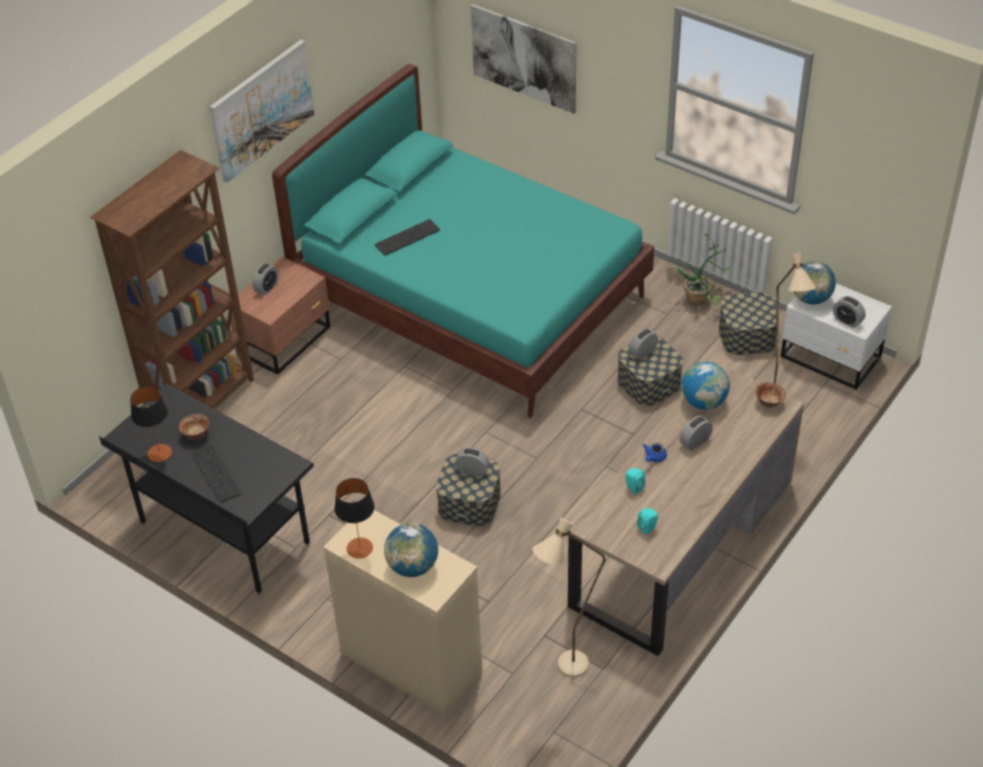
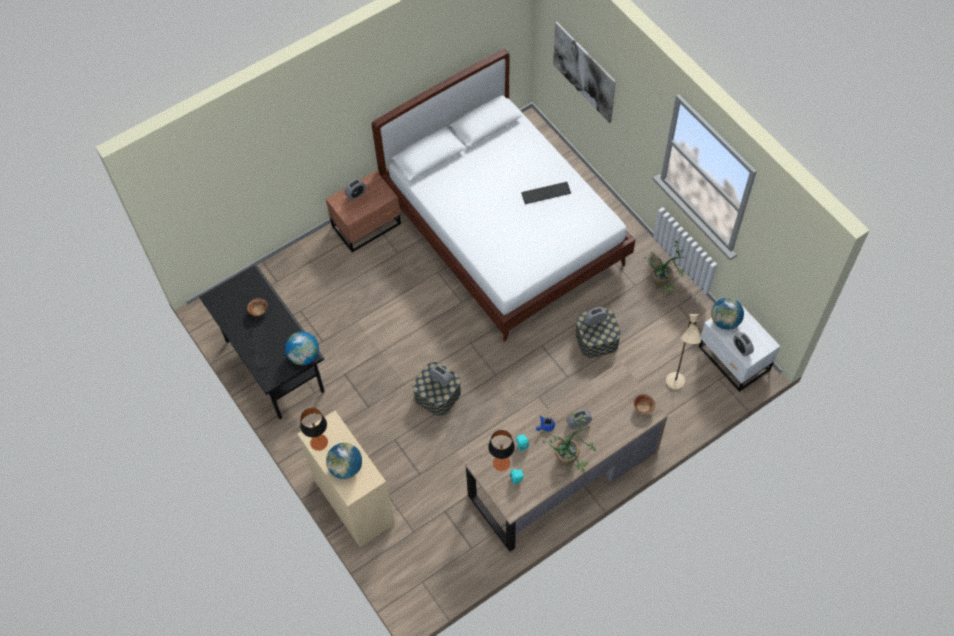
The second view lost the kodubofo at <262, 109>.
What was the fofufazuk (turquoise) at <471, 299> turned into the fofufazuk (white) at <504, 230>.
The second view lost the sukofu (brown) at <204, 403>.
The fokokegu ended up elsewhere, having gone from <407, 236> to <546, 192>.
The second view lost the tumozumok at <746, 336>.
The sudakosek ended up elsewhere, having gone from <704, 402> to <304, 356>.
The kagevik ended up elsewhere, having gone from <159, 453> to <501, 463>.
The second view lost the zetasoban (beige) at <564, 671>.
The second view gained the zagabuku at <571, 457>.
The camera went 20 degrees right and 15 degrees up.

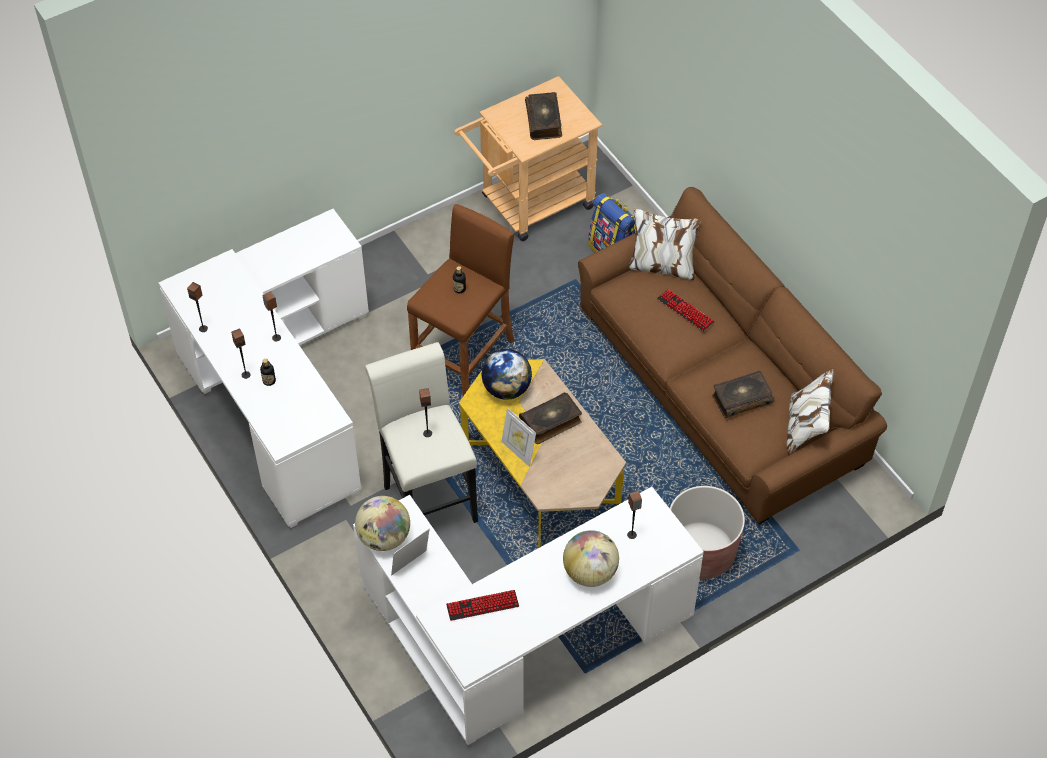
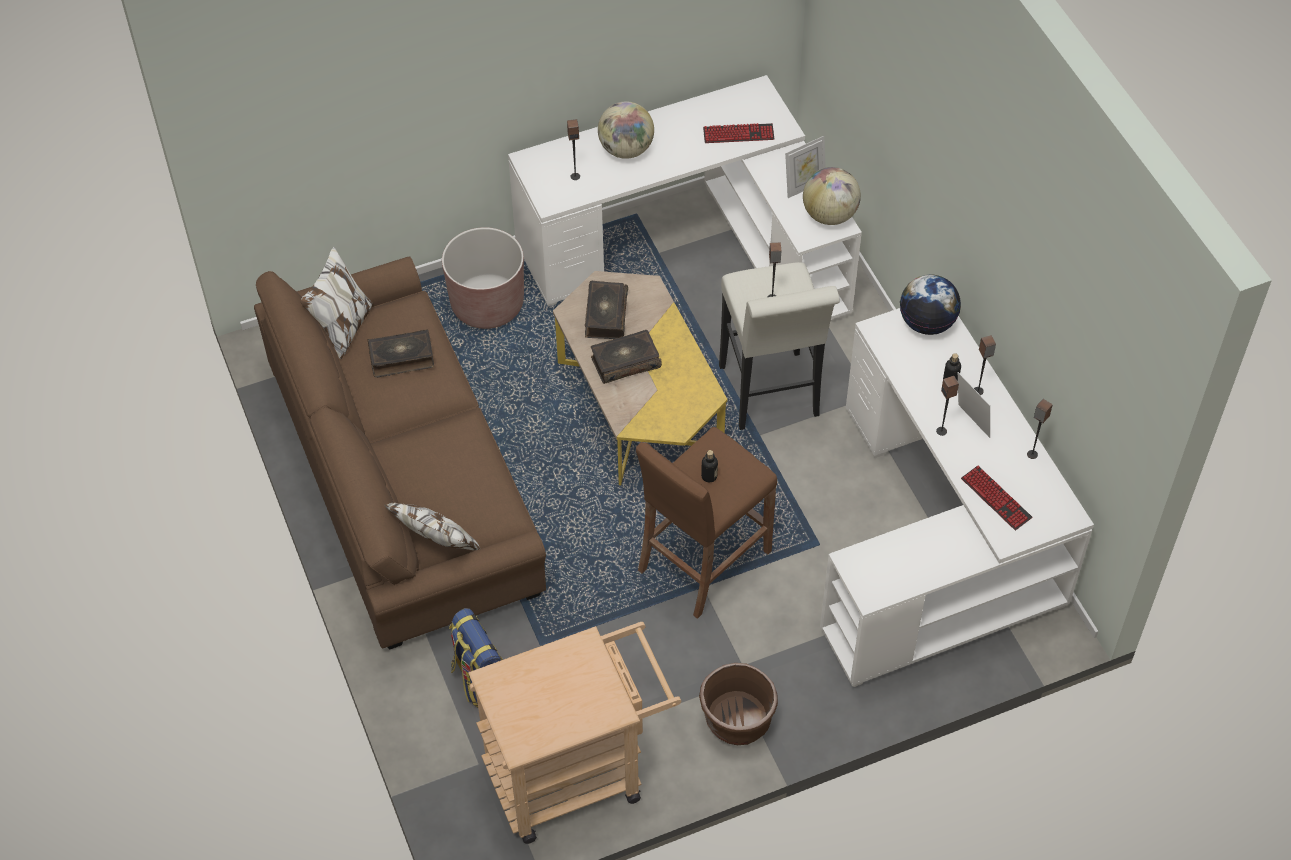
The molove ended up elsewhere, having gone from <544, 121> to <605, 315>.
The fokokegu ended up elsewhere, having gone from <685, 311> to <996, 498>.
The sudakosek ended up elsewhere, having gone from <506, 389> to <927, 323>.
The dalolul ended up elsewhere, having gone from <518, 451> to <970, 423>.
The second view gained the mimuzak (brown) at <737, 720>.
The camera went 170 degrees left and 0 degrees up.

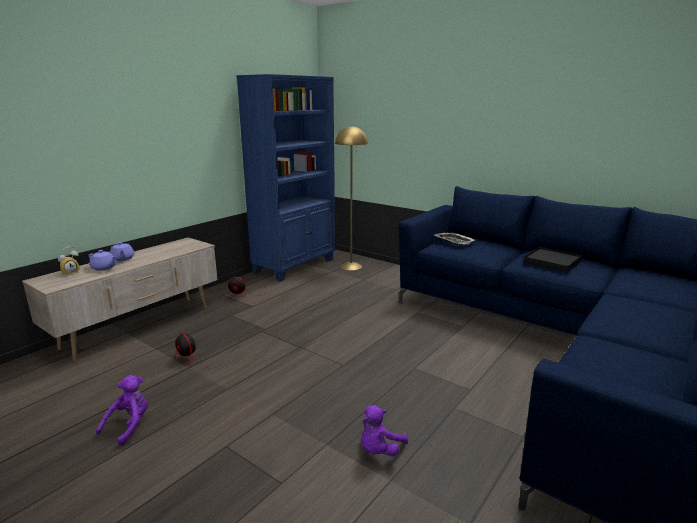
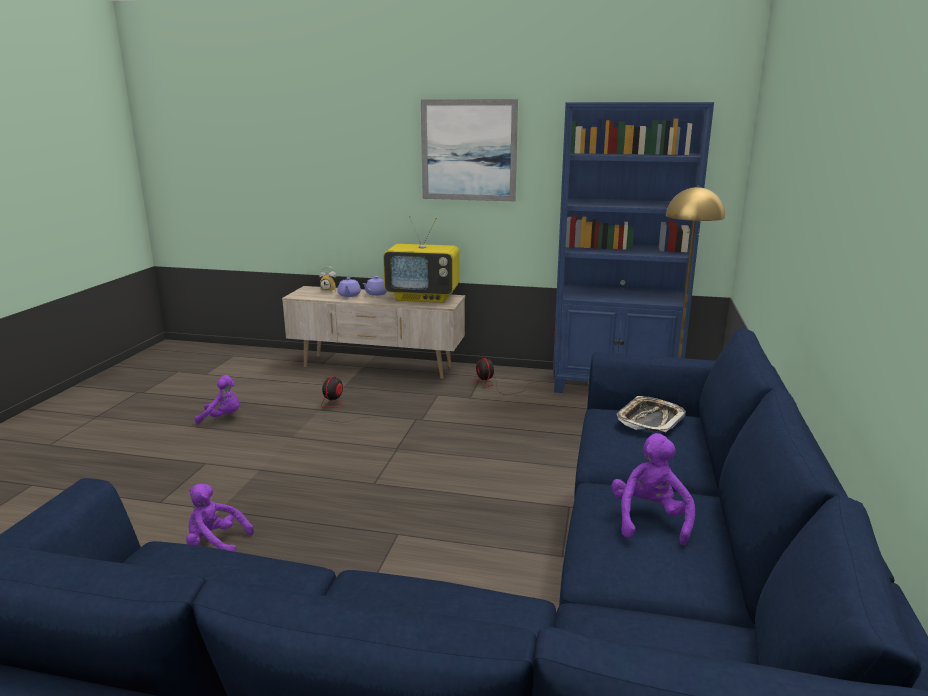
Where the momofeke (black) stood at <552, 262>, the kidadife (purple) came to stand at <649, 520>.
The second view gained the kodubofo at <468, 150>.
The second view gained the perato at <424, 297>.
The camera went 65 degrees right and 0 degrees up.

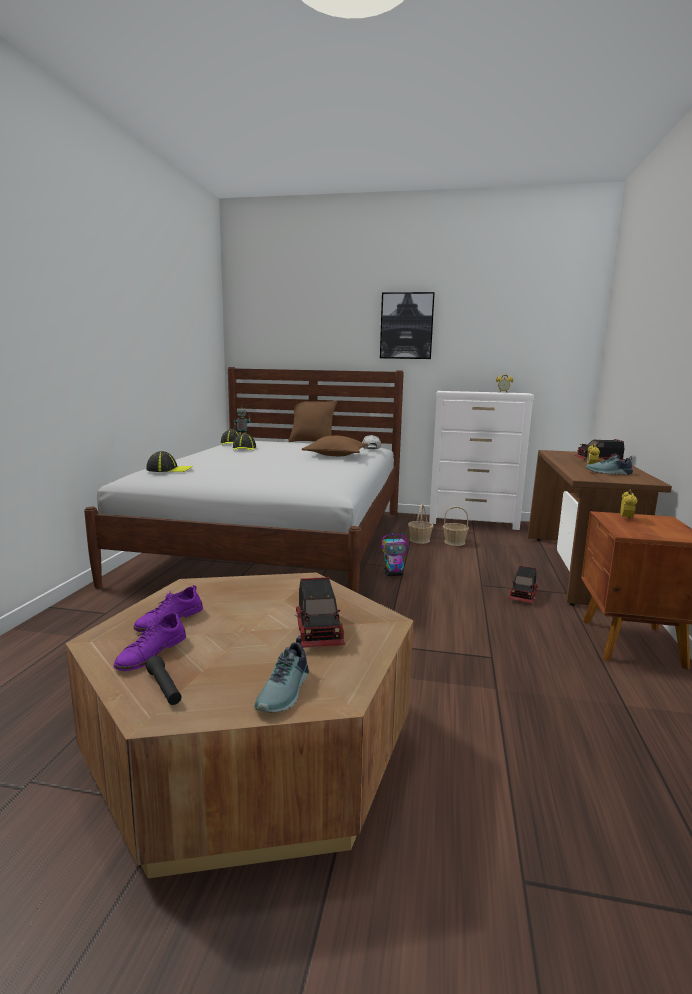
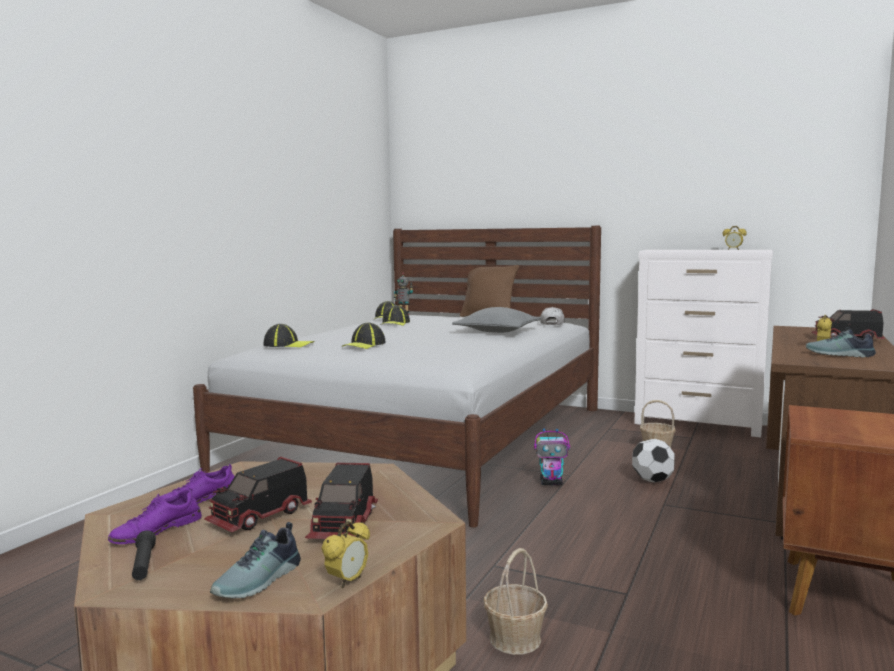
The second view lost the kodubofo at <406, 326>.
What was the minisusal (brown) at <335, 455> turned into the minisusal (grey) at <497, 331>.
The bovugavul ended up elsewhere, having gone from <626, 519> to <347, 581>.
The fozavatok ended up elsewhere, having gone from <419, 540> to <514, 639>.
The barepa ended up elsewhere, having gone from <523, 595> to <260, 517>.
The second view gained the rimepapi at <364, 345>.
The second view gained the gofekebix at <652, 480>.
The camera went 15 degrees right and 5 degrees down.

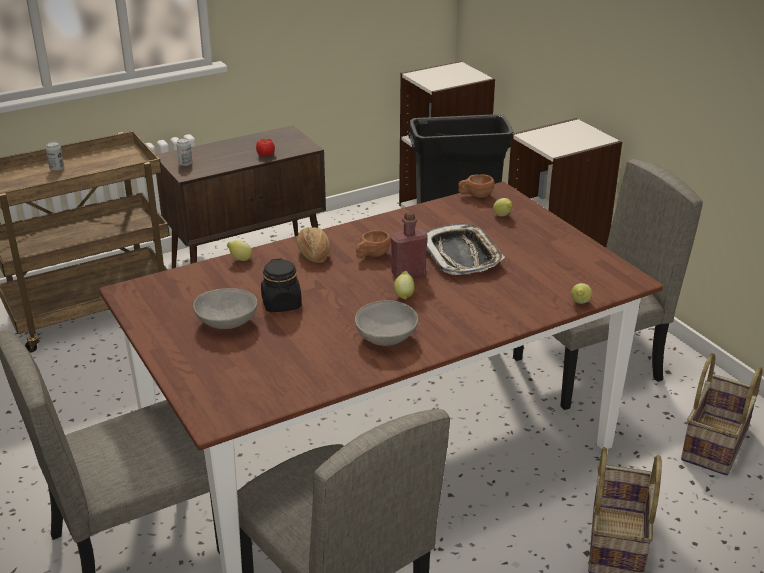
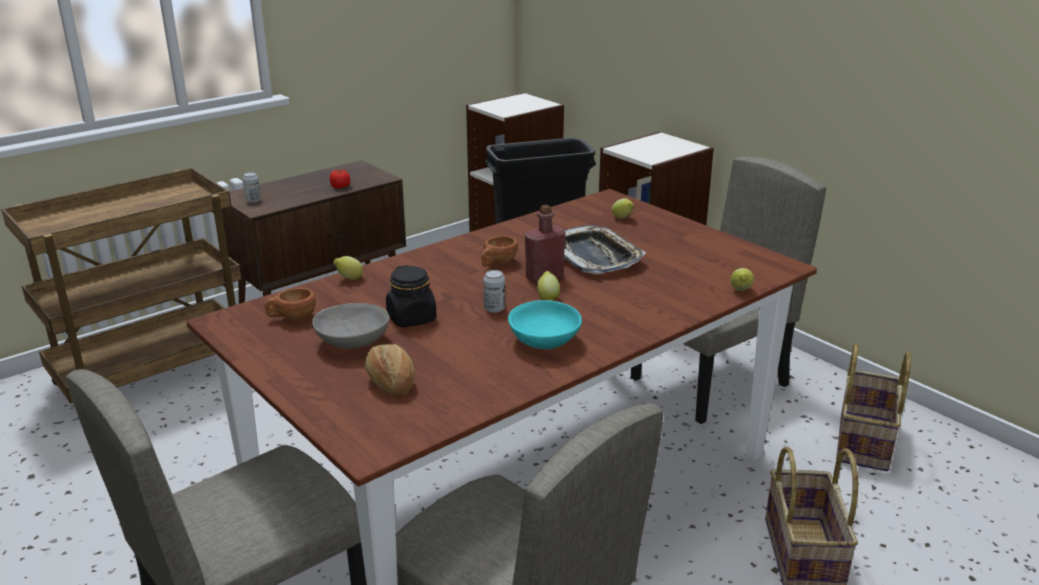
The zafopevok ended up elsewhere, having gone from <57, 168> to <494, 309>.
The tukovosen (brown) ended up elsewhere, having gone from <475, 195> to <291, 318>.
The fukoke ended up elsewhere, having gone from <313, 254> to <390, 382>.
What was the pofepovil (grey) at <387, 337> turned into the pofepovil (turquoise) at <545, 341>.
The camera went 10 degrees left and 5 degrees down.

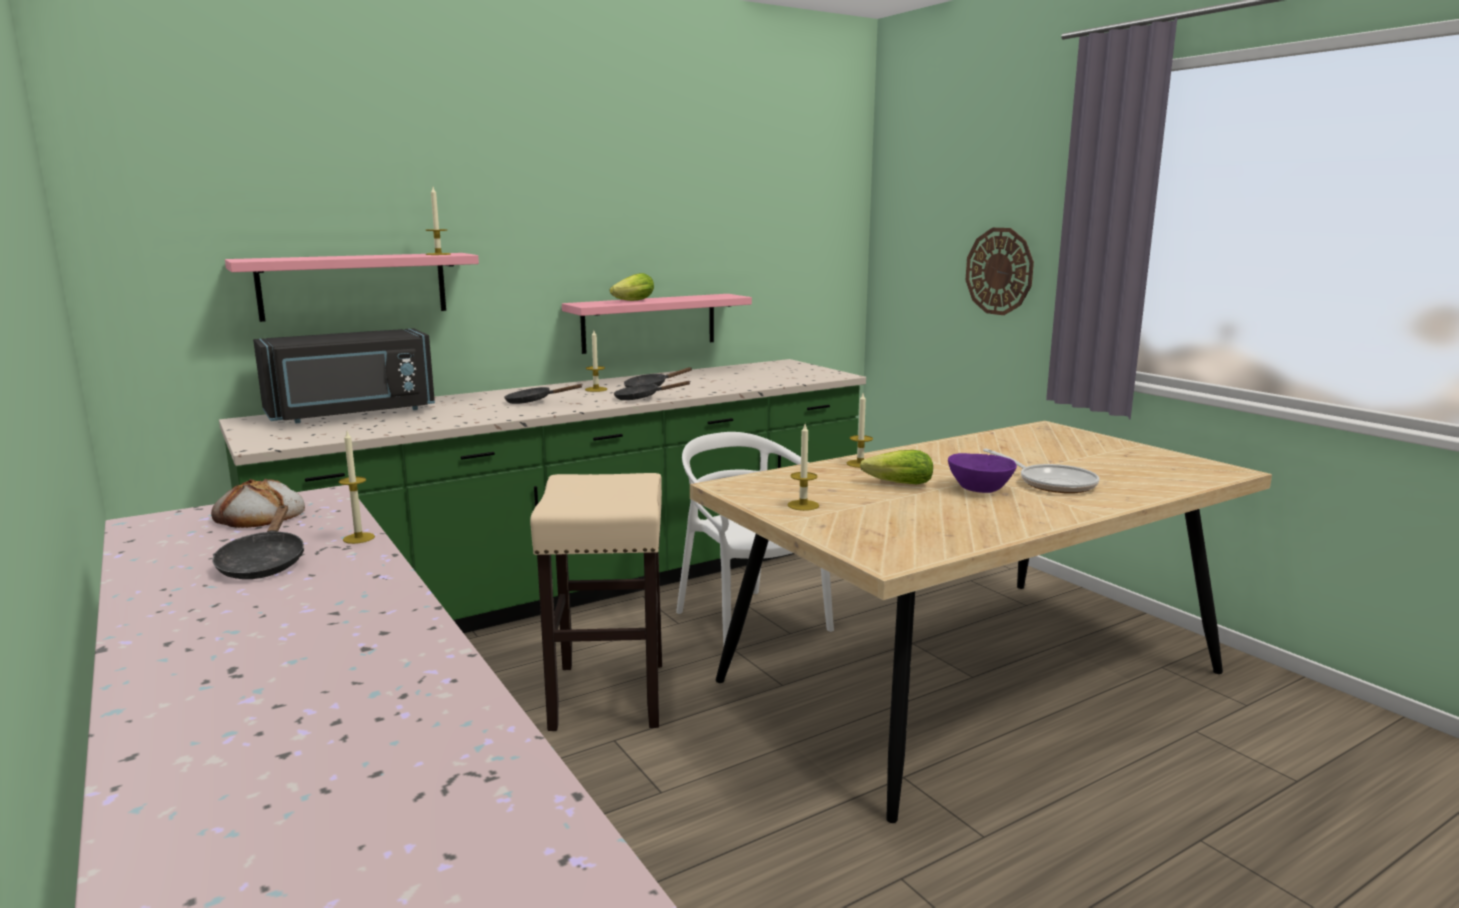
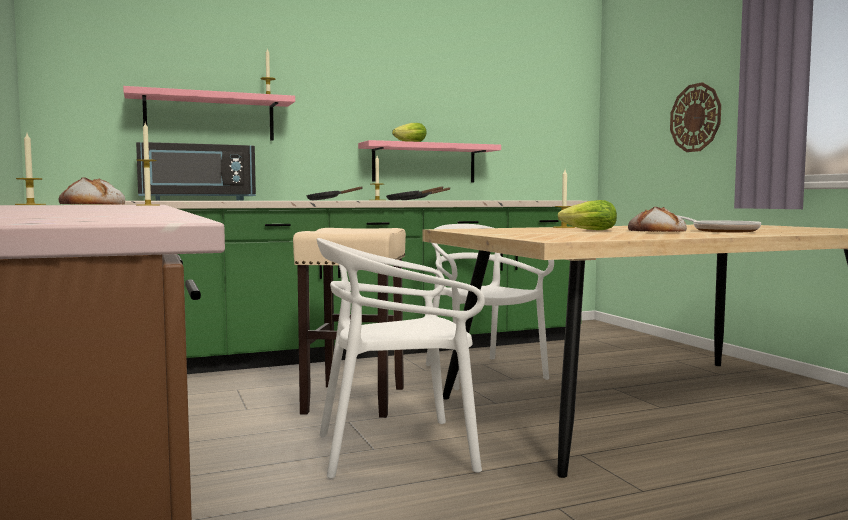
The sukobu ended up elsewhere, having gone from <803, 505> to <30, 204>.
Where the pofepovil (purple) stood at <980, 489>, the fukoke came to stand at <657, 231>.
The second view lost the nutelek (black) at <264, 563>.
The second view gained the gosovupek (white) at <397, 450>.
The camera went 10 degrees right and 10 degrees down.

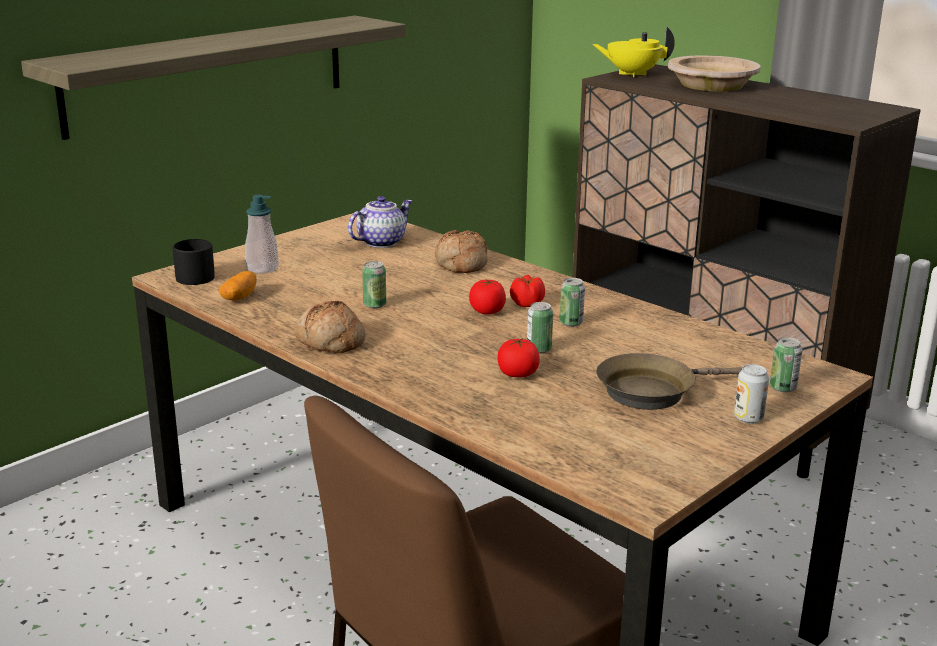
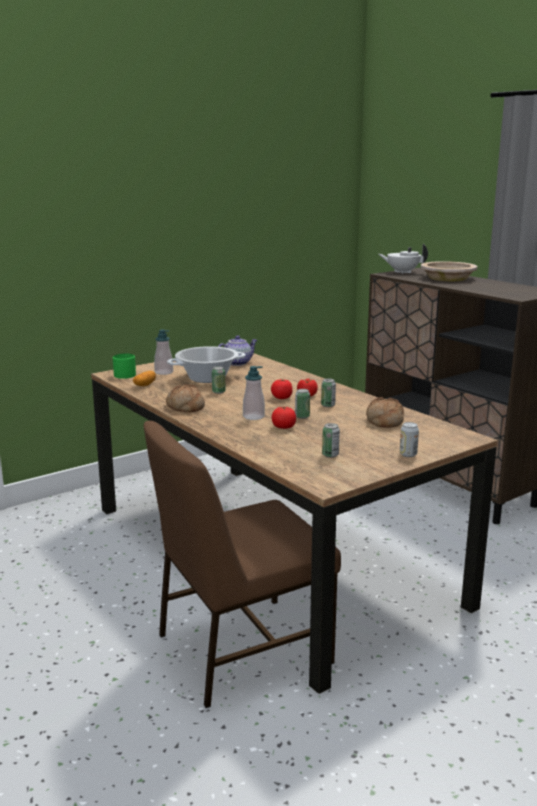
The second view lost the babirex at <210, 73>.
What was the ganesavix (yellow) at <632, 74> turned into the ganesavix (white) at <402, 272>.
The fukoke ended up elsewhere, having gone from <460, 264> to <383, 421>.
What was the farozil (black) at <192, 276> turned into the farozil (green) at <124, 374>.
The zafopevok ended up elsewhere, having gone from <783, 388> to <330, 455>.
The second view lost the nutelek (brown) at <652, 391>.
The second view gained the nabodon at <207, 378>.
The second view gained the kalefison at <253, 417>.
The camera went 10 degrees right and 5 degrees down.

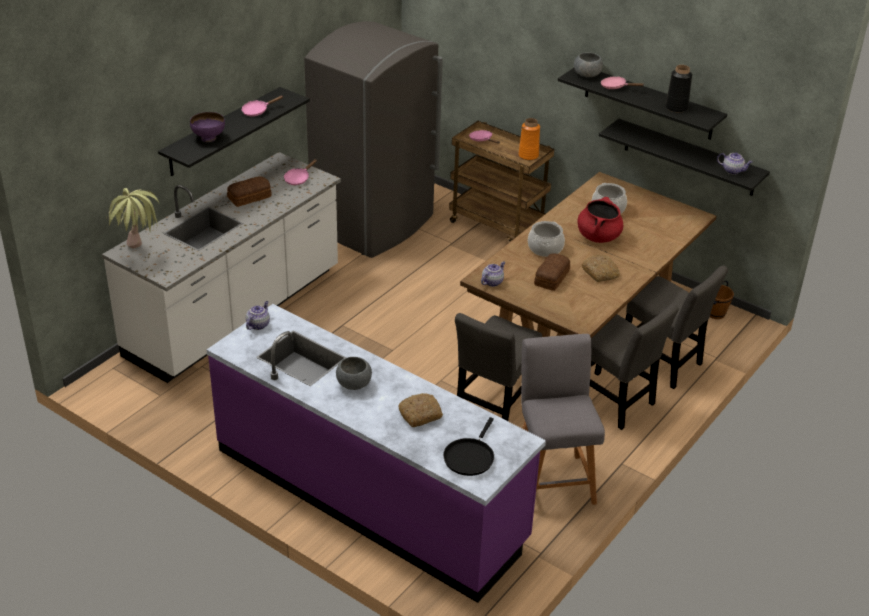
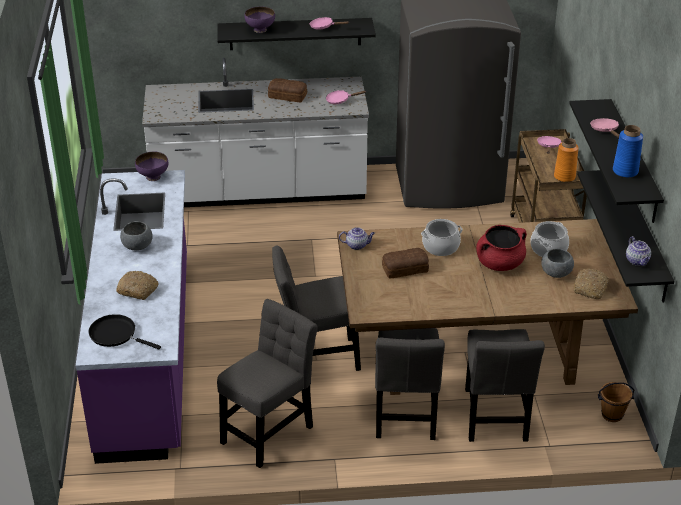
The pofepovil (grey) ended up elsewhere, having gone from <587, 75> to <556, 273>.
What was the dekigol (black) at <676, 107> turned into the dekigol (blue) at <625, 171>.
The second view lost the zagabuku at <138, 255>.
The fukoke ended up elsewhere, having gone from <600, 273> to <590, 288>.
Where the ganesavix stood at <258, 324>, the pofepovil (purple) came to stand at <153, 177>.
Where the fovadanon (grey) stood at <552, 479>, the gosovupek (grey) came to stand at <269, 431>.
The nutelek (black) at <470, 457> ended up facing another way, 45 degrees clockwise from before.
The camera went 50 degrees right and 0 degrees up.

